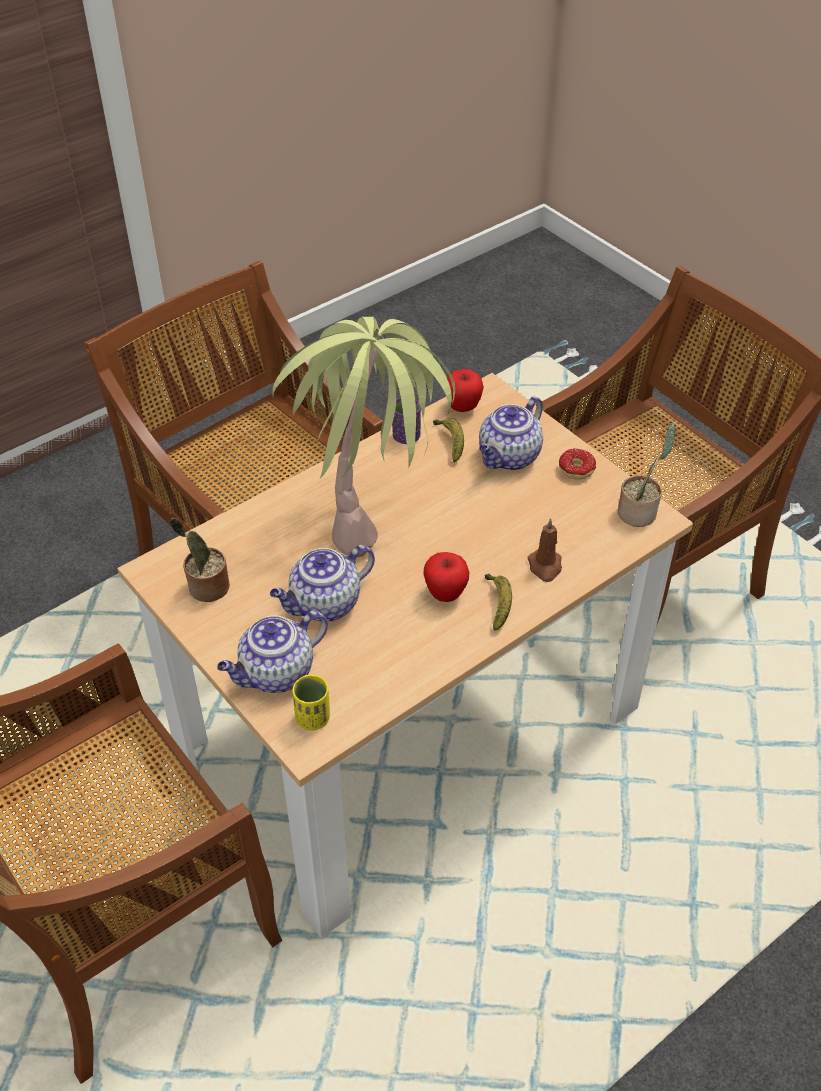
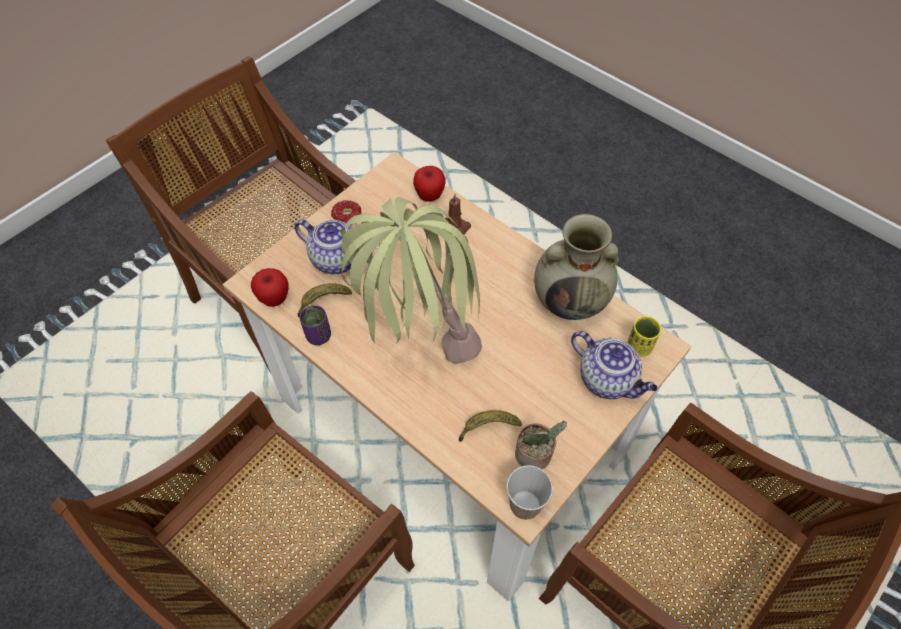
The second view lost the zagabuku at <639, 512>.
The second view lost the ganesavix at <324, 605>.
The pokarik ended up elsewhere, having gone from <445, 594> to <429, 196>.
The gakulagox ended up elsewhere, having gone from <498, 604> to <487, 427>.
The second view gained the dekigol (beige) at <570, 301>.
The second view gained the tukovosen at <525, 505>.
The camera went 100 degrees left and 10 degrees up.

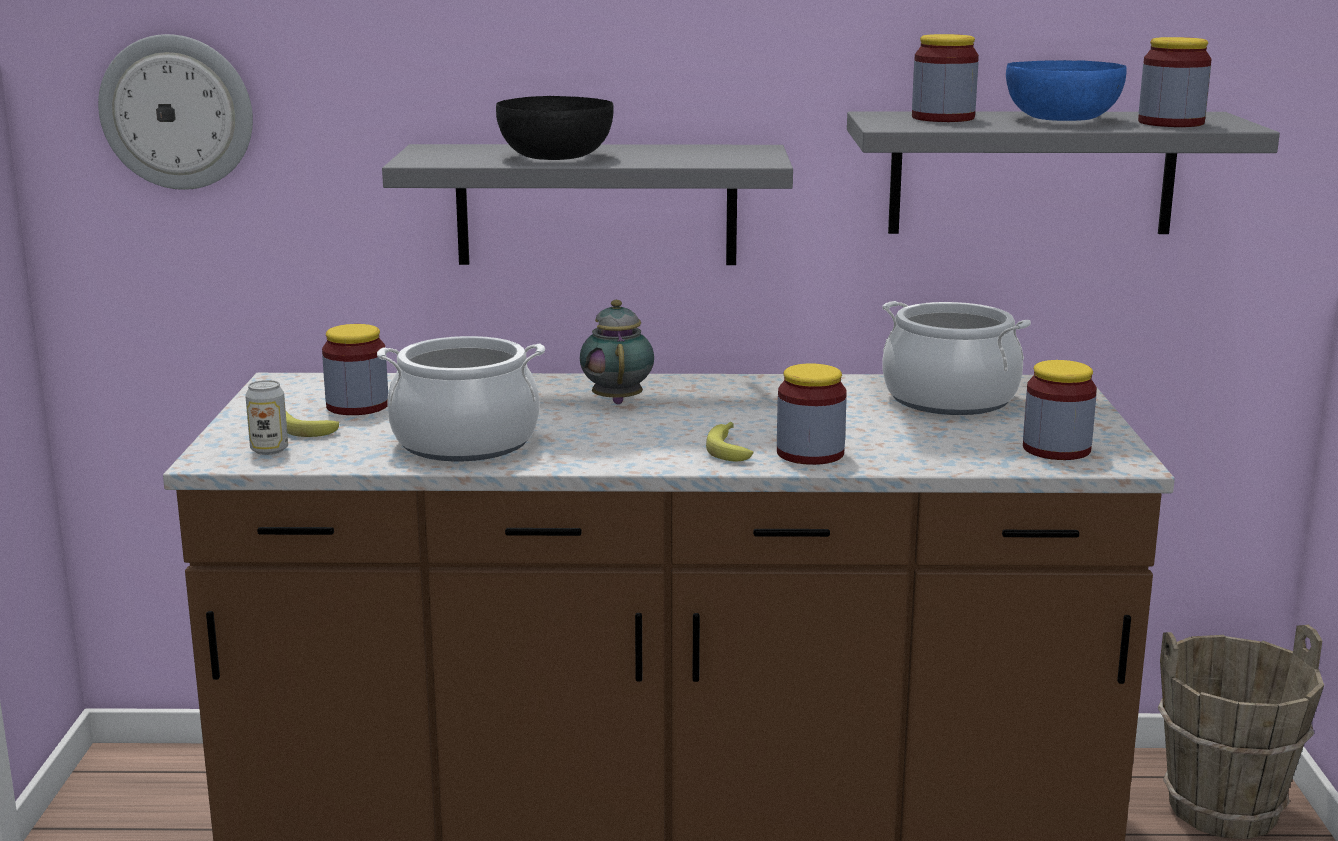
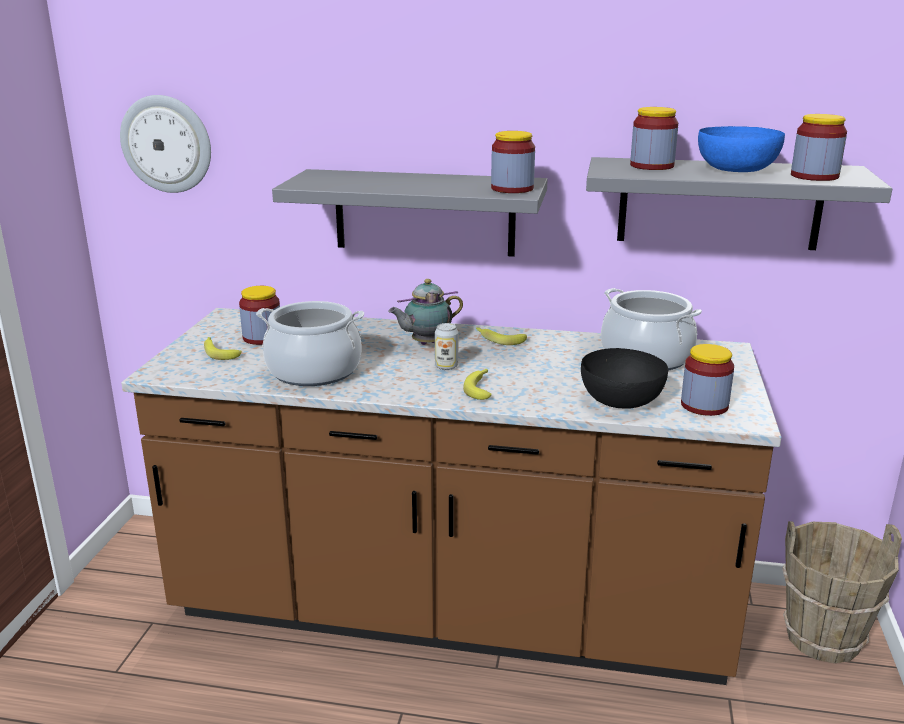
The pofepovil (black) ended up elsewhere, having gone from <557, 156> to <622, 399>.
The ganesavix at <618, 400> ended up facing another way, 120 degrees counterclockwise from before.
The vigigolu ended up elsewhere, having gone from <810, 453> to <512, 188>.
The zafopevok ended up elsewhere, having gone from <269, 450> to <446, 366>.
The second view gained the gakulagox at <499, 339>.
The camera went 10 degrees right and 5 degrees up.

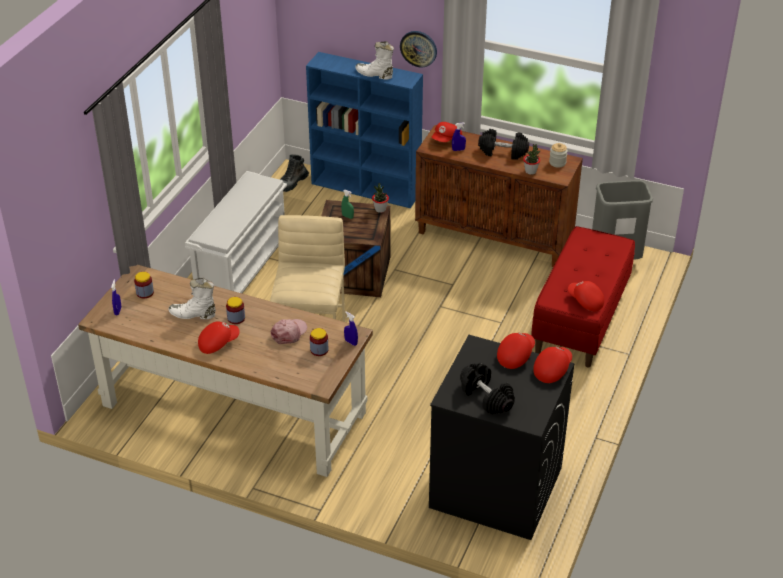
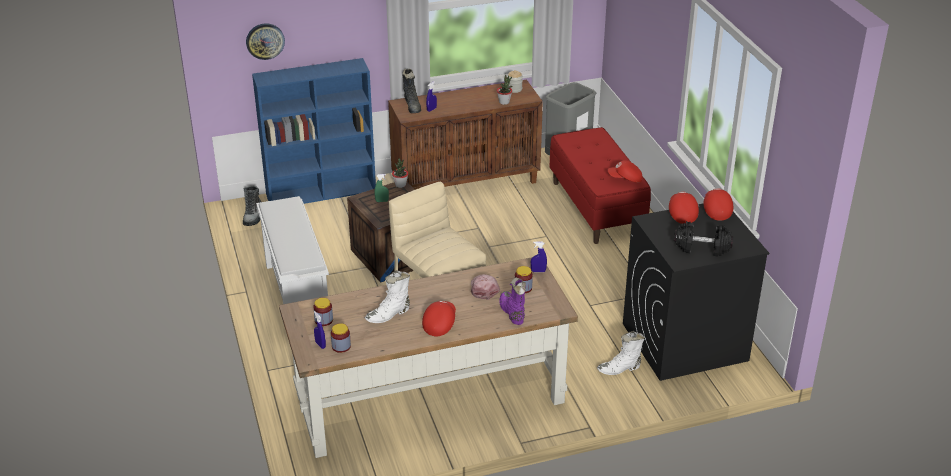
The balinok ended up elsewhere, having gone from <418, 48> to <265, 41>.
The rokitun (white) ended up elsewhere, having gone from <374, 74> to <620, 369>.
Where the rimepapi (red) stood at <446, 139>, the rokitun (black) came to stand at <412, 106>.
The second view lost the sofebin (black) at <503, 152>.
The vigigolu ended up elsewhere, having gone from <236, 318> to <341, 346>.
The second view gained the rokitun (purple) at <511, 312>.
The camera went 40 degrees left and 5 degrees down.

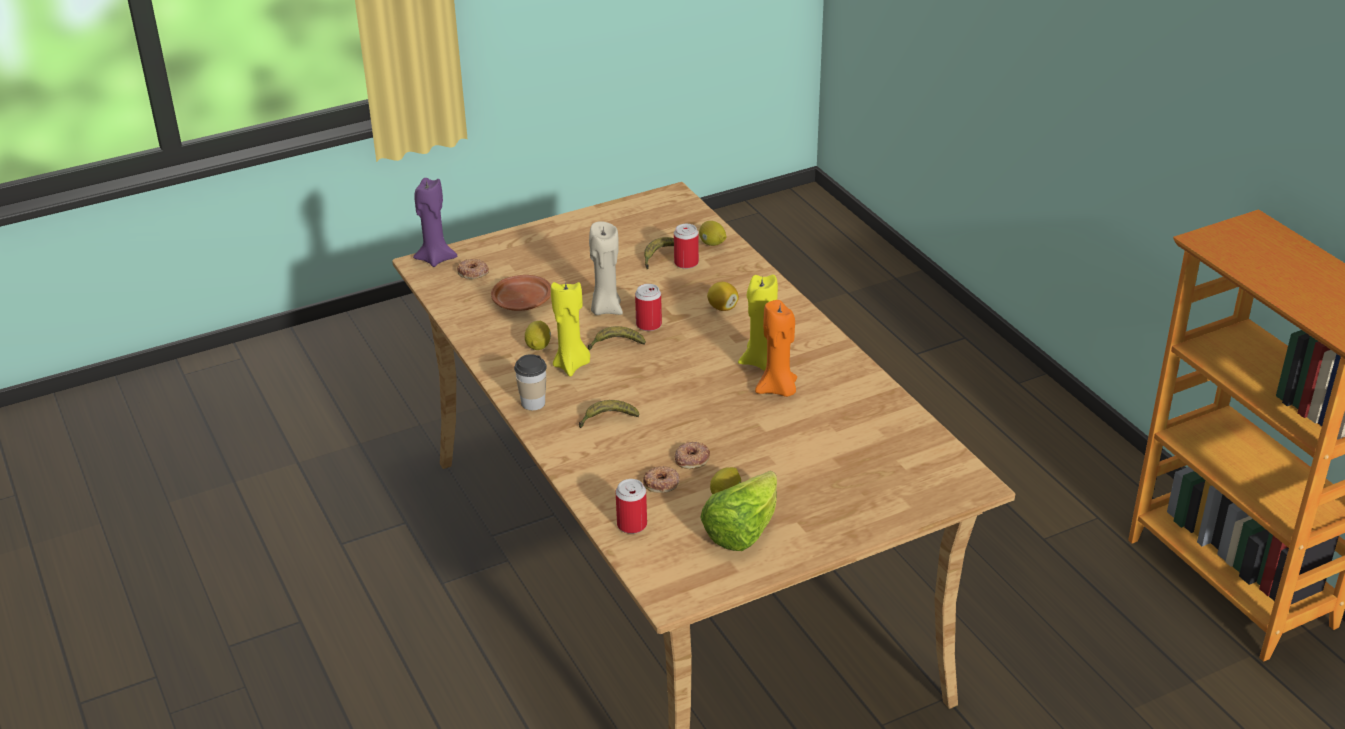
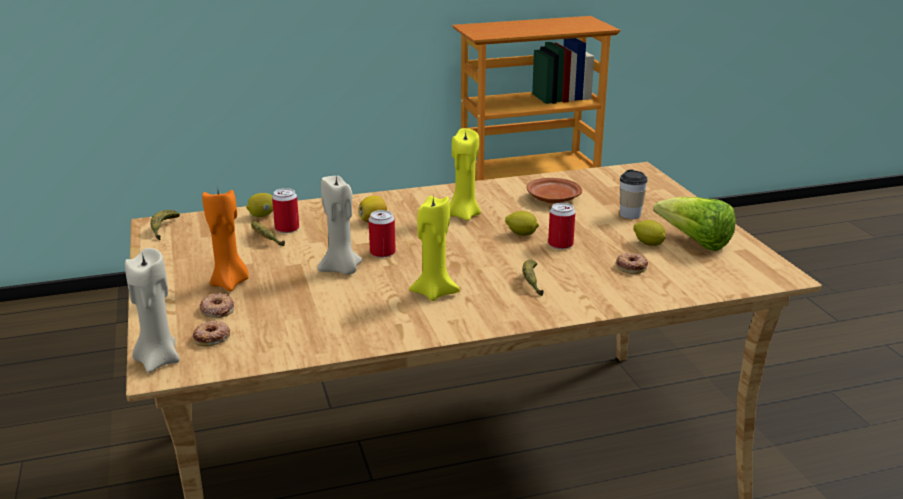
What was the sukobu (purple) at <435, 259> turned into the sukobu (beige) at <158, 361>.
The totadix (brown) ended up elsewhere, having gone from <522, 302> to <552, 199>.
The sukobu (orange) ended up elsewhere, having gone from <778, 390> to <230, 283>.
The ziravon ended up elsewhere, having gone from <538, 345> to <521, 234>.
The gakulagox ended up elsewhere, having gone from <616, 345> to <163, 229>.
The tukovosen ended up elsewhere, having gone from <533, 403> to <630, 215>.
The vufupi ended up elsewhere, having gone from <691, 458> to <217, 310>.
The zafopevok ended up elsewhere, having gone from <632, 525> to <560, 244>.
The camera went 80 degrees left and 10 degrees down.

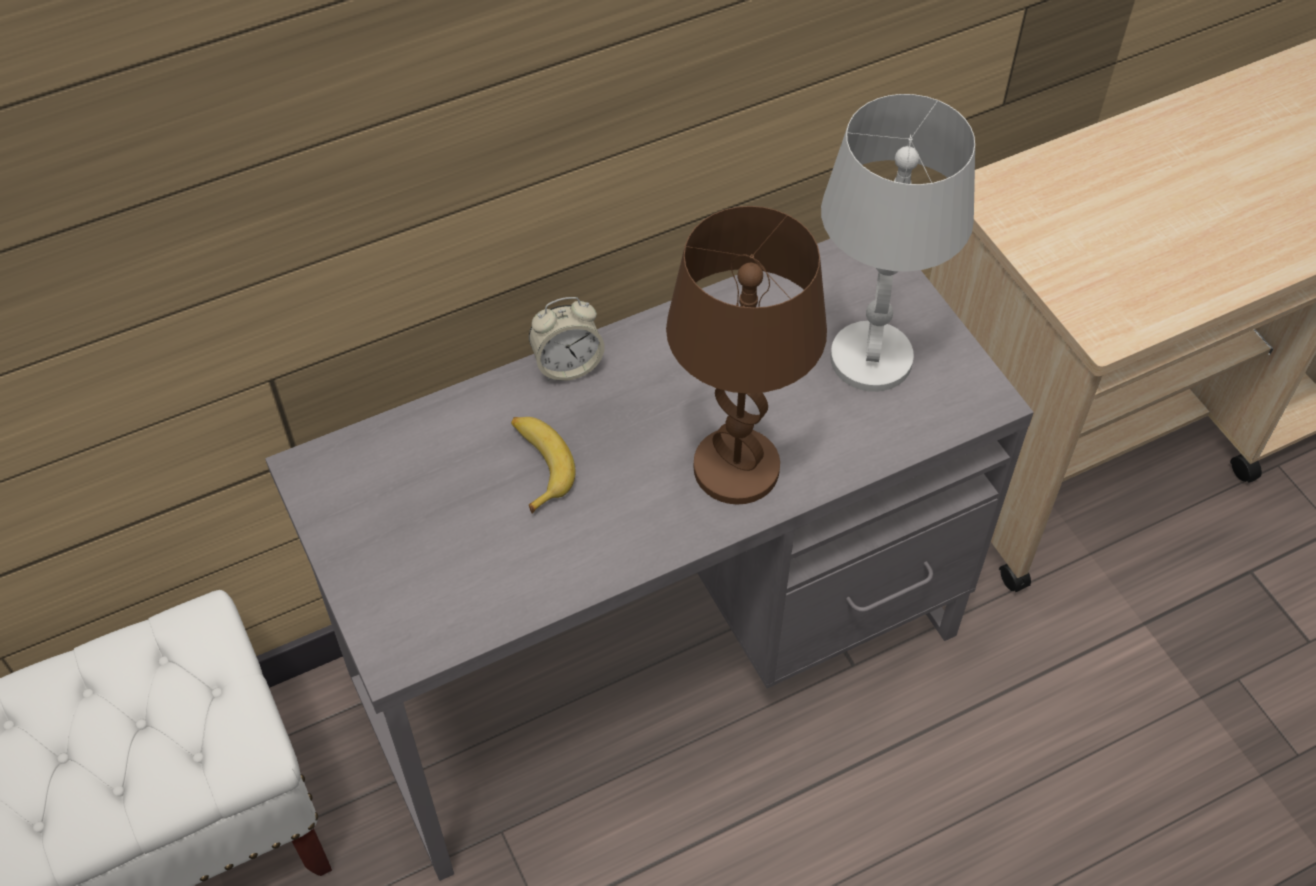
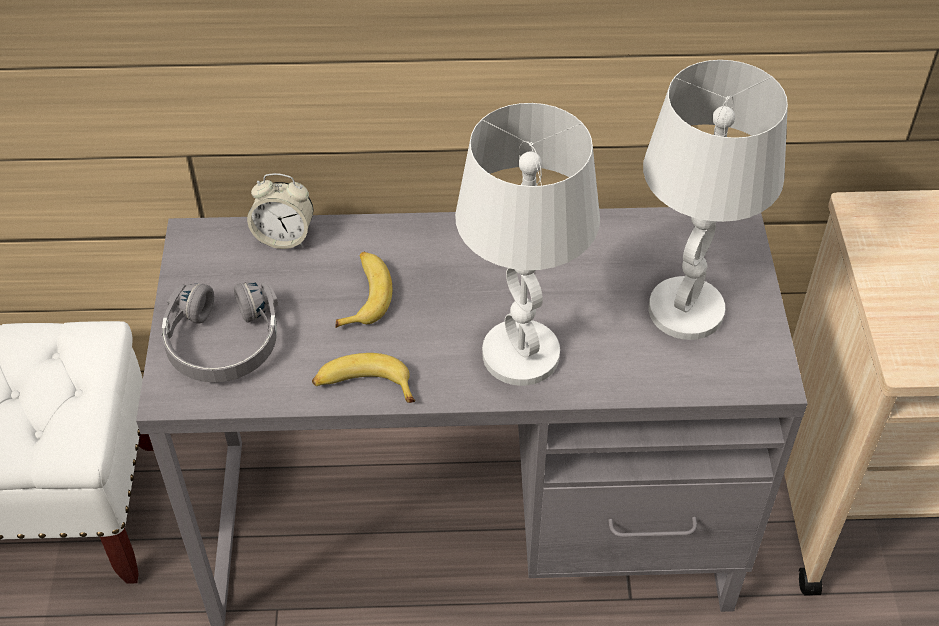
What was the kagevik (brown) at <737, 468> turned into the kagevik (white) at <521, 355>.
The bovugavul ended up elsewhere, having gone from <567, 365> to <284, 237>.
The second view gained the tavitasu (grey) at <222, 343>.
The second view gained the gakulagox at <363, 386>.
The camera went 25 degrees right and 5 degrees down.

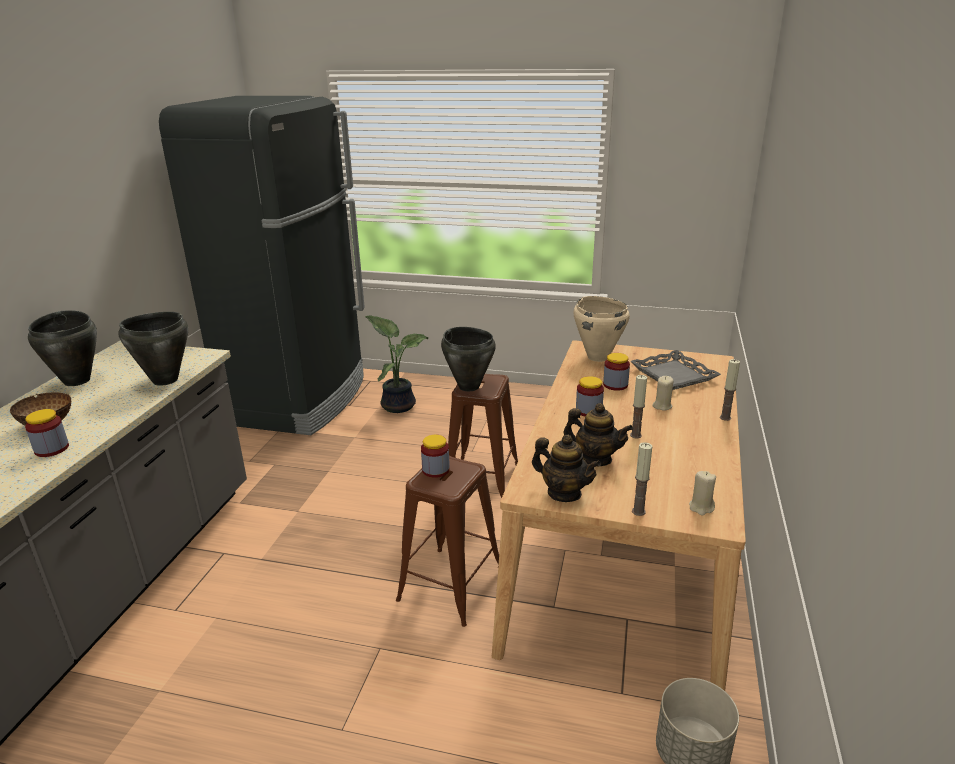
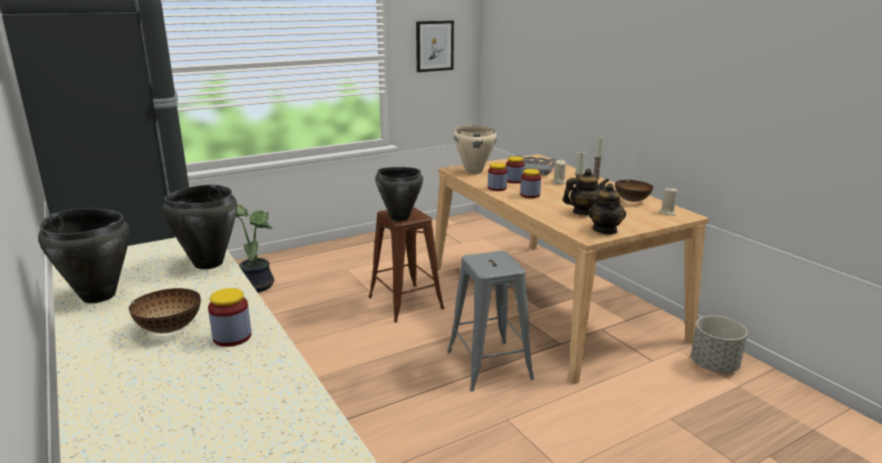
The vigigolu ended up elsewhere, having gone from <435, 470> to <497, 188>.
The ganesavix at <564, 493> ended up facing another way, 105 degrees clockwise from before.
The second view lost the sukobu at <638, 511>.
What was the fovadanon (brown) at <450, 586> turned into the fovadanon (grey) at <489, 365>.
The second view gained the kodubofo at <434, 46>.
The second view gained the pofepovil at <632, 201>.
The camera went 45 degrees left and 5 degrees down.

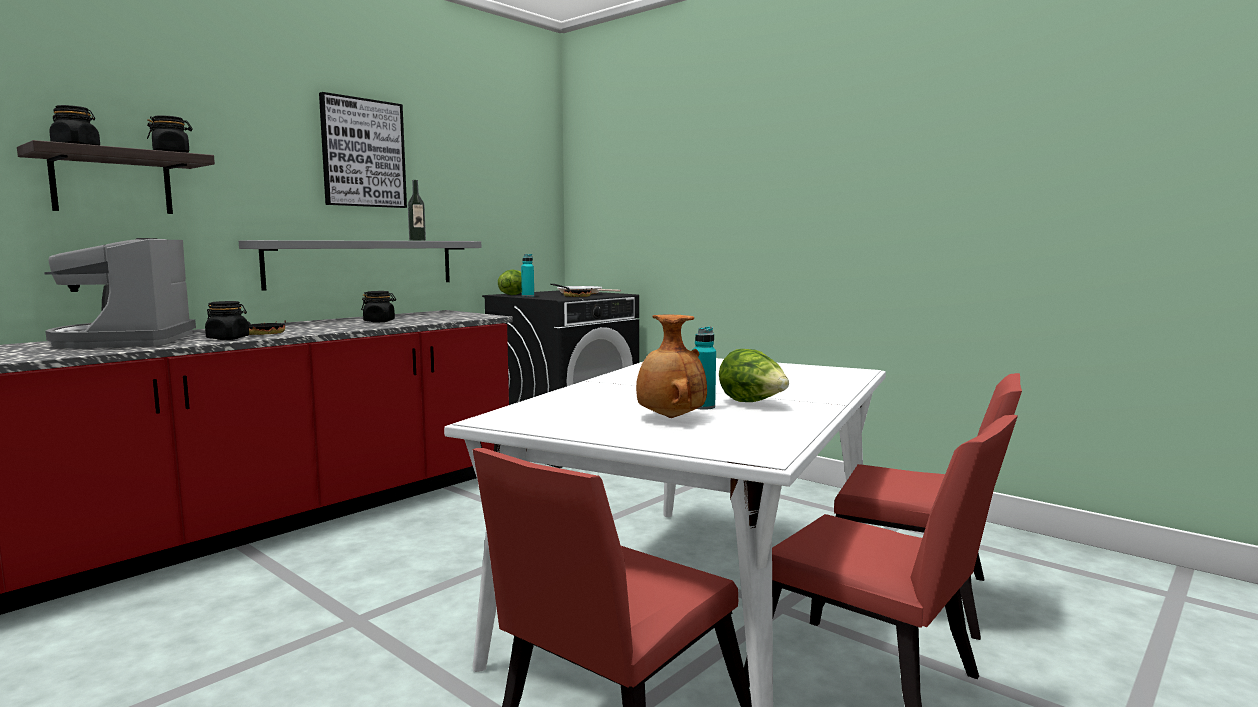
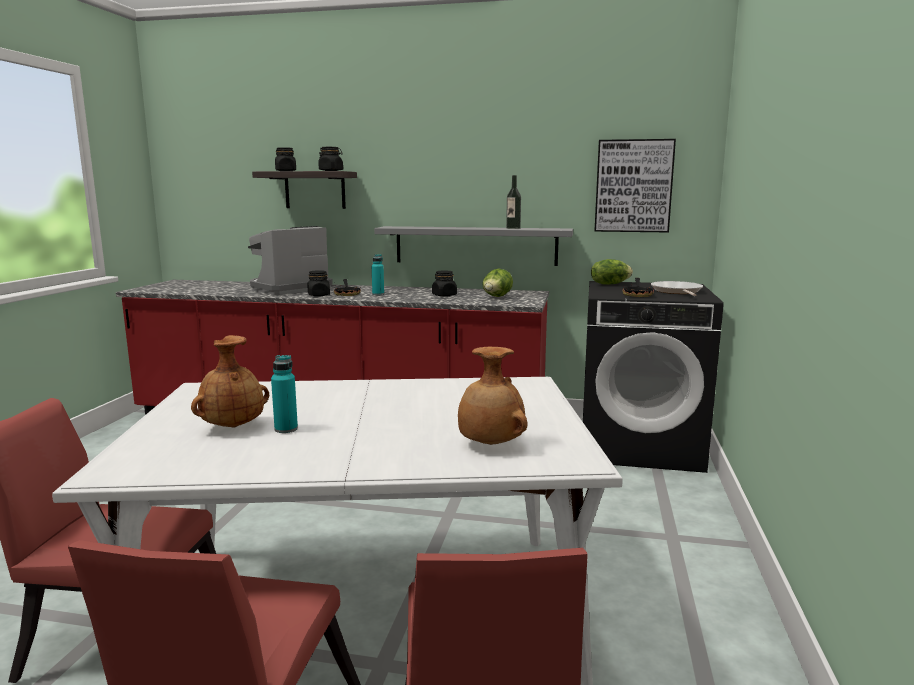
The kodubofo ended up elsewhere, having gone from <363, 153> to <633, 186>.
The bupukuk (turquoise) ended up elsewhere, having gone from <528, 296> to <378, 294>.
The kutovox ended up elsewhere, having gone from <753, 403> to <496, 297>.
The second view gained the dekigol (brown) at <490, 444>.
The camera went 60 degrees right and 5 degrees up.

